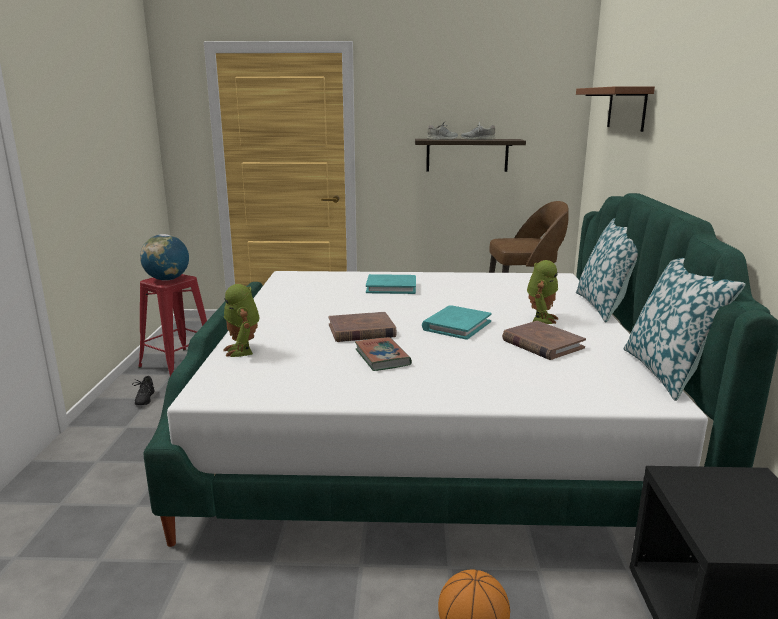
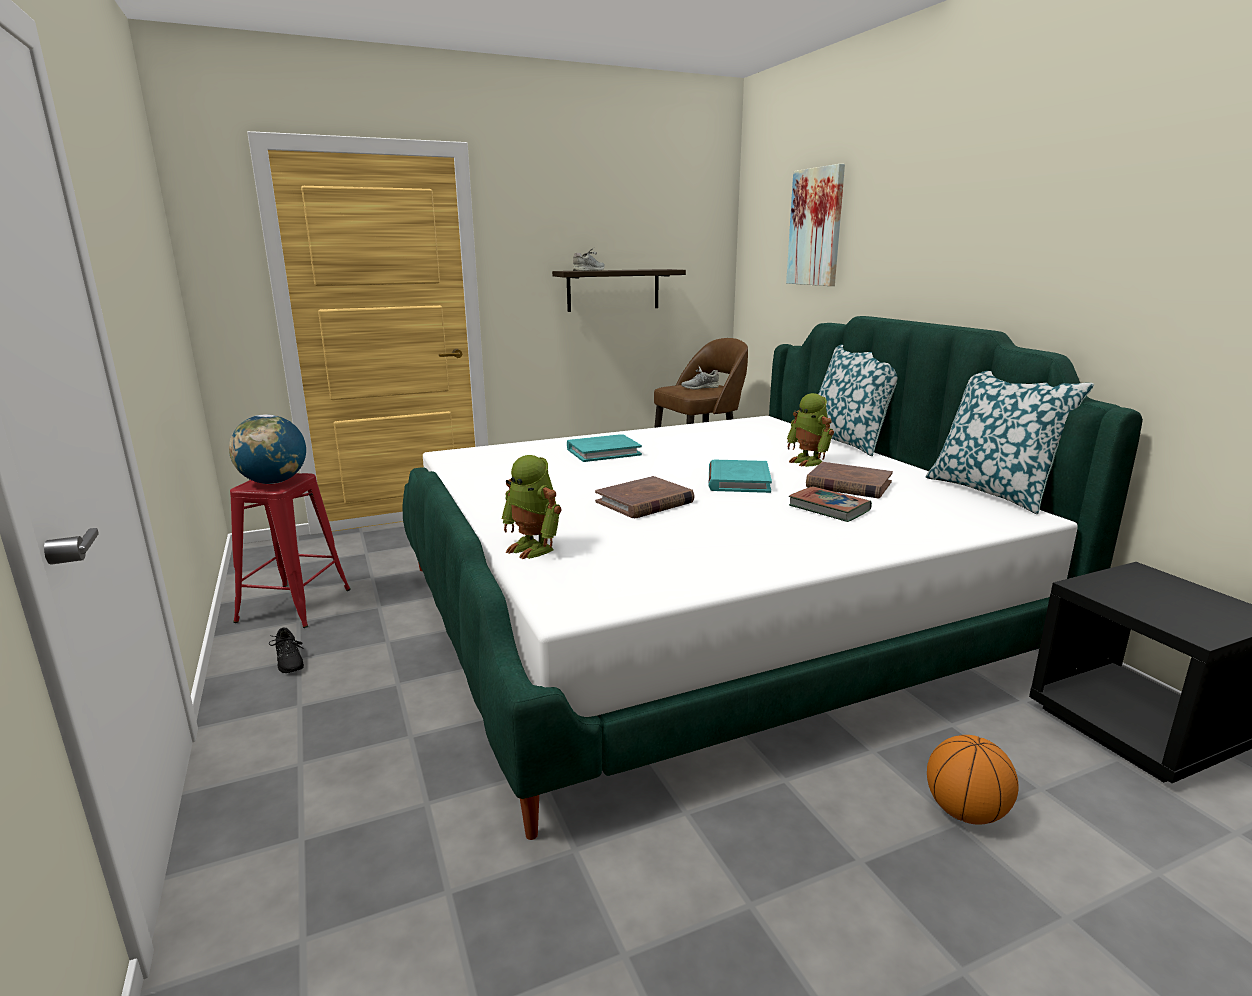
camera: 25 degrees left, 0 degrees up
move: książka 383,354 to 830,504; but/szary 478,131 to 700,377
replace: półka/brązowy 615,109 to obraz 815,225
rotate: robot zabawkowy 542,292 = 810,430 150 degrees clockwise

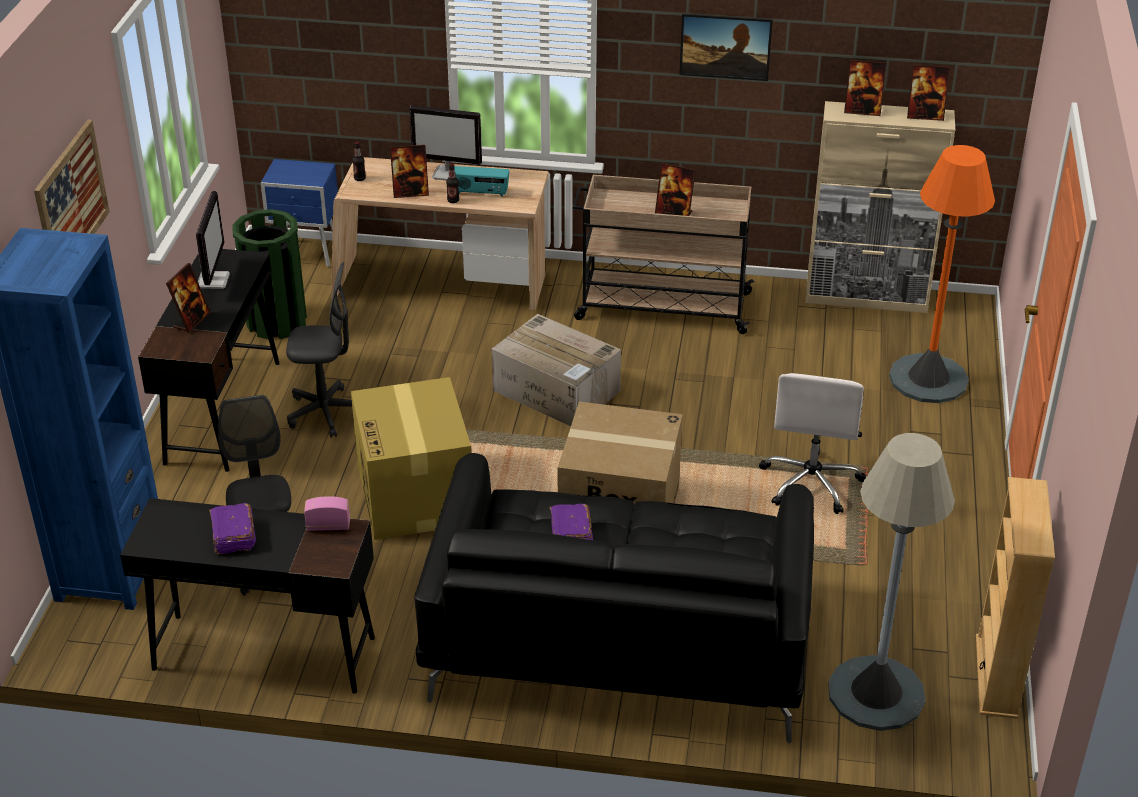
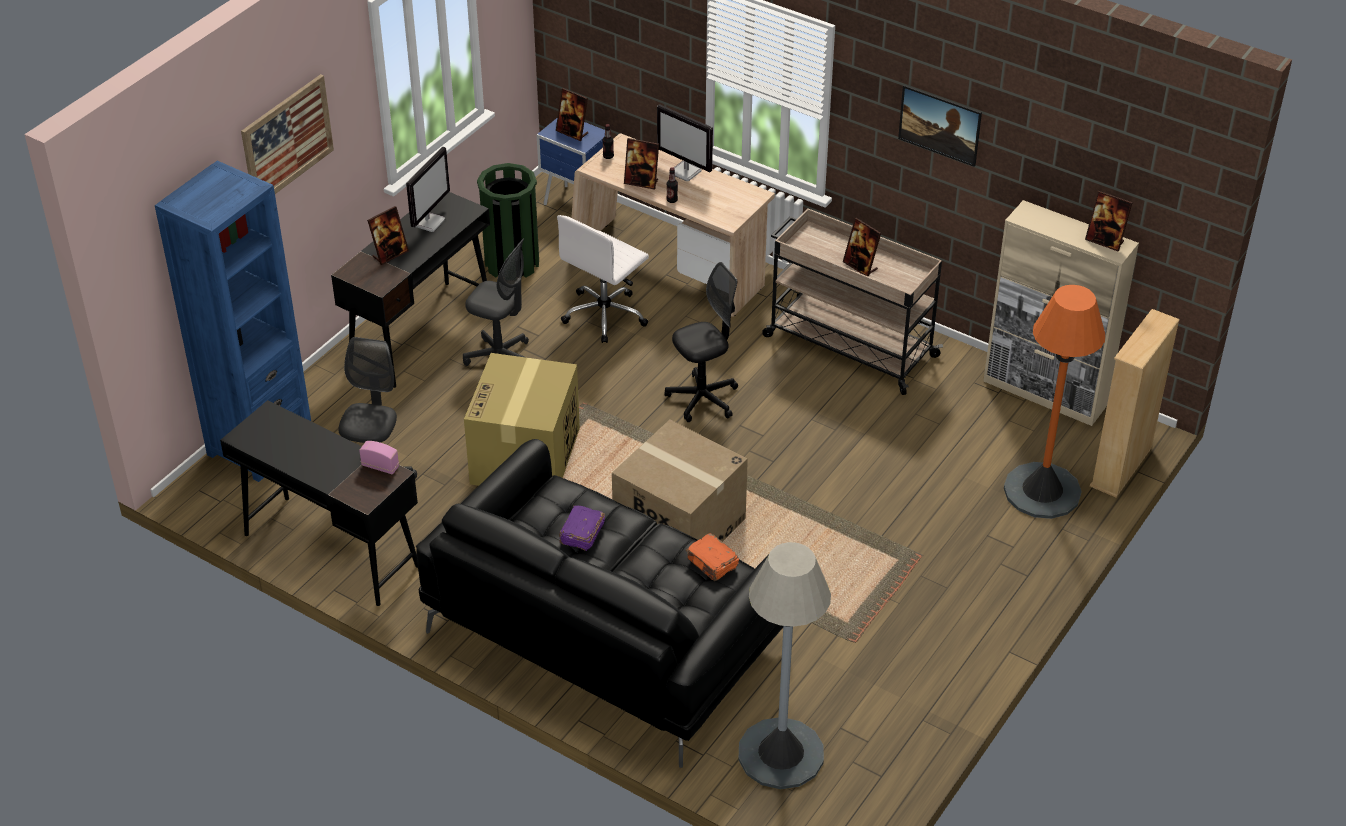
camera: 25 degrees right, 5 degrees up
delete: książka/fioletowy 232,529; radio 482,181
insert: książka/pomarańczowy 712,557
move: krzesło biurowe/biały 812,443 to 603,279; ramka na zdjęcie 865,88 to 572,114; regał/beżowy 1015,598 to 1135,403
replace: karton 556,370 to krzesło biurowe/czarny 701,342

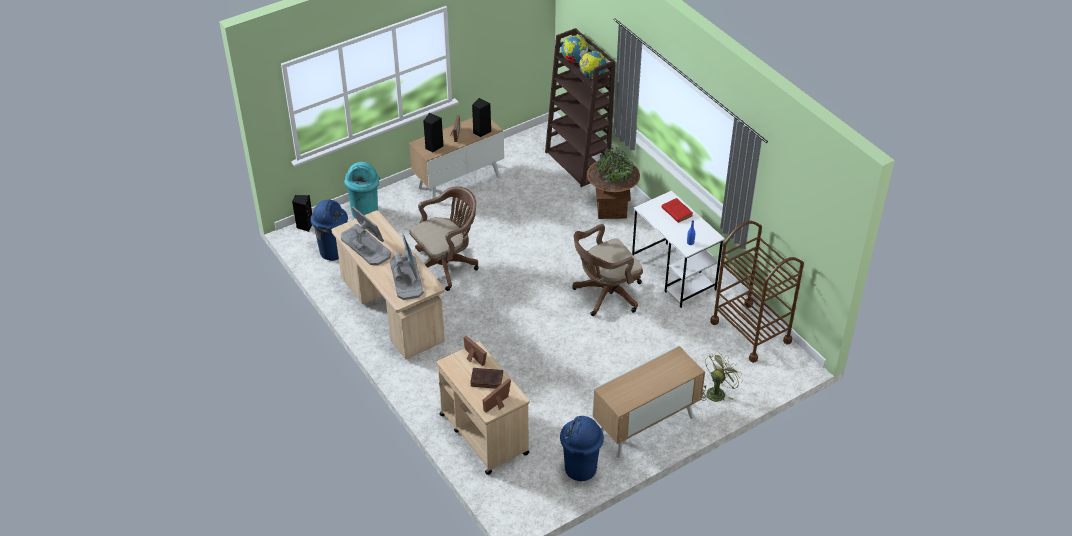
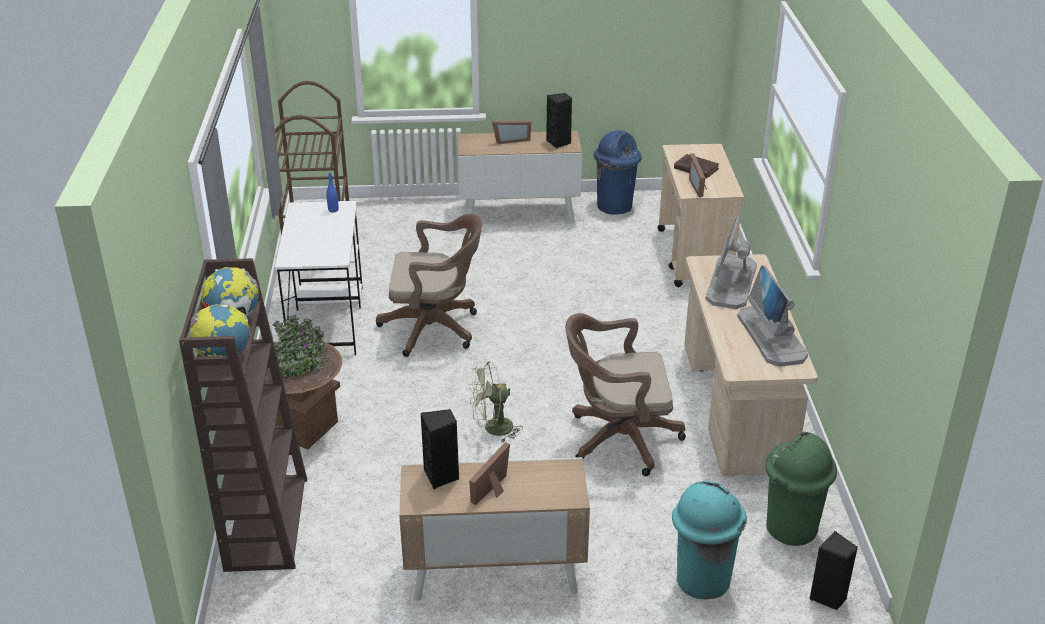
camera: 150 degrees left, 10 degrees down
delete: książka/czerwony 677,210
move: głośnik/czarny 433,133 to 559,120; ramka na zdjęcie 497,395 to 511,132; wentylator/zielony 722,377 to 496,401
recolor: kosz na śmieci/niebieski 329,230 to kosz na śmieci/zielony 801,489

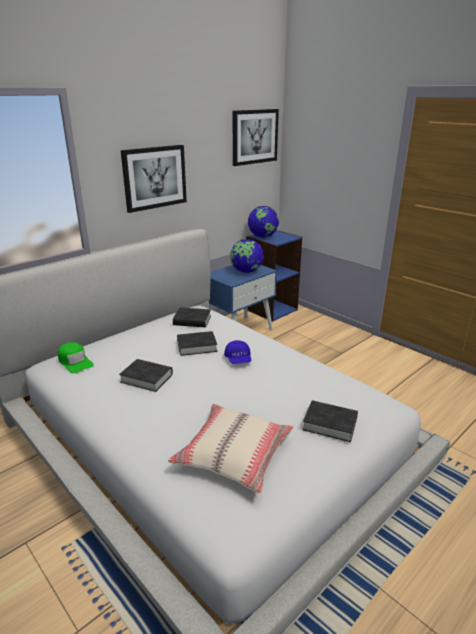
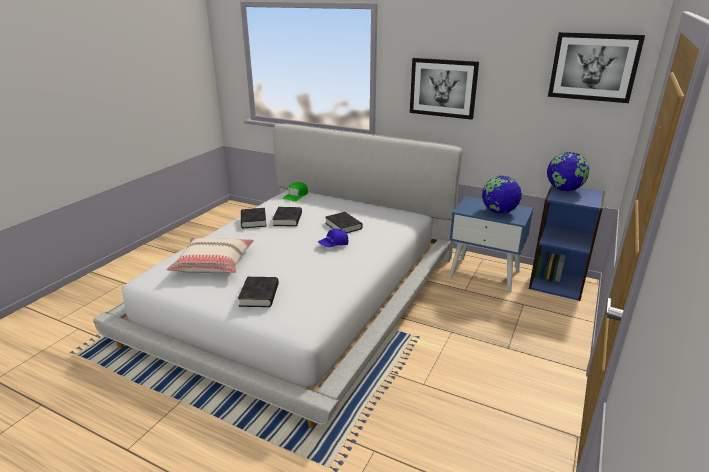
camera: 70 degrees right, 0 degrees up
move: książka/czarny 192,317 to 254,218

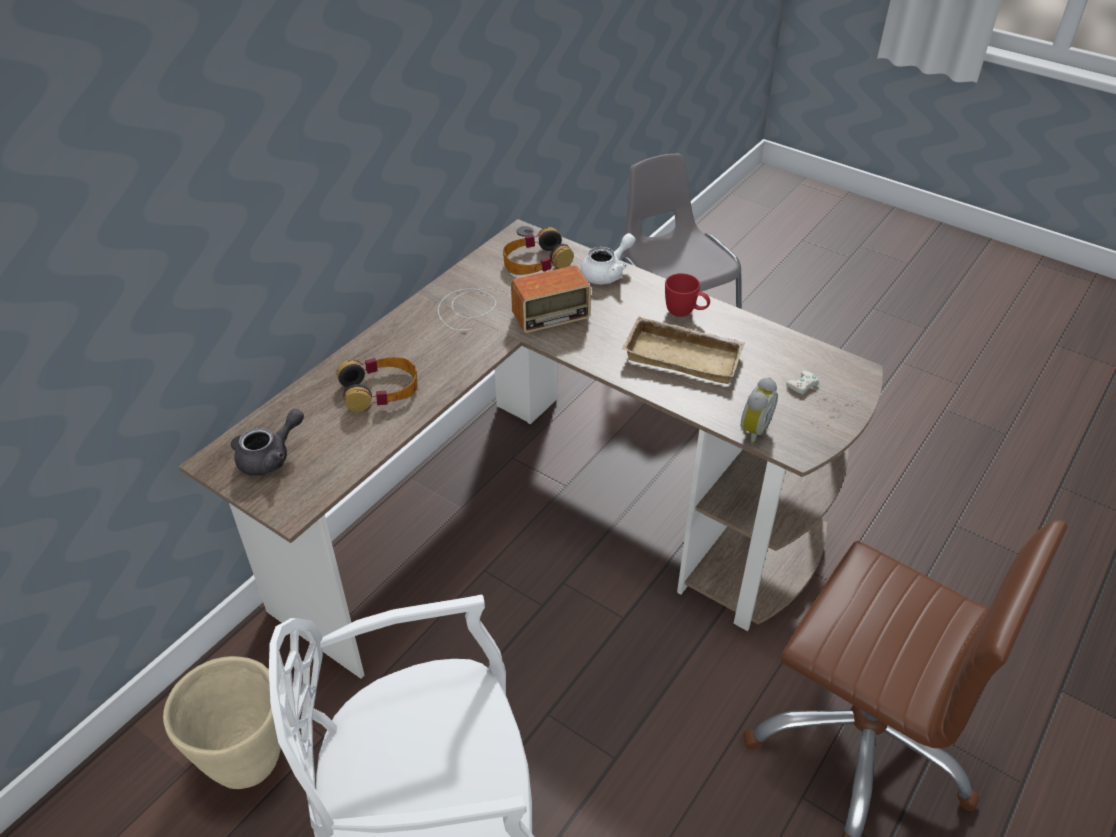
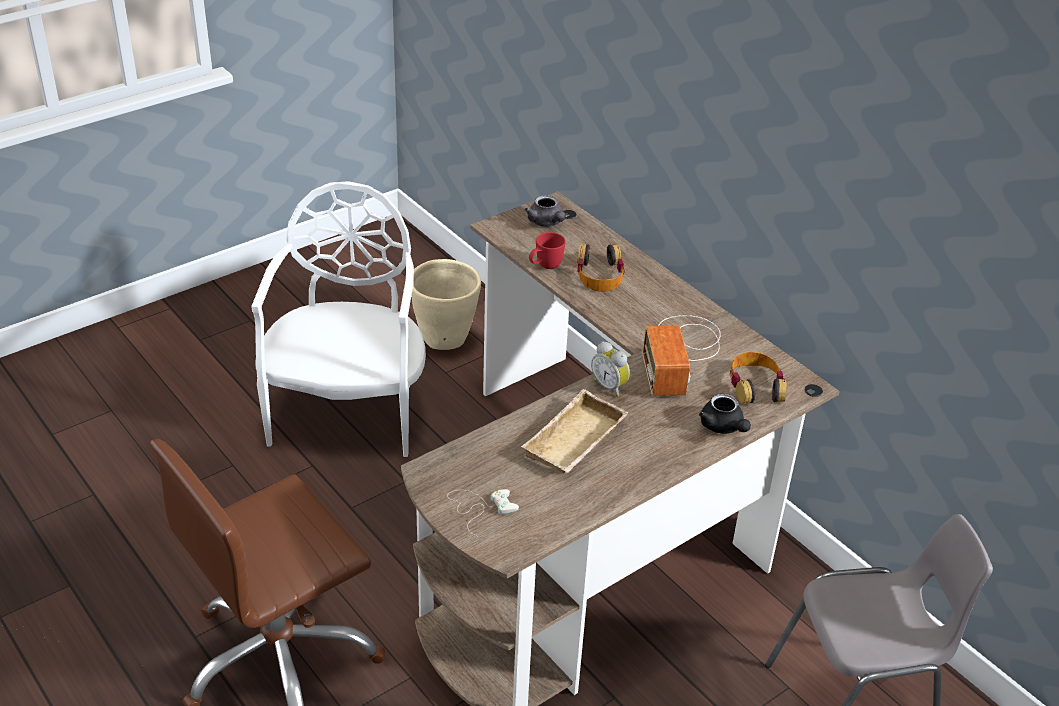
camera: 105 degrees right, 5 degrees down
move: kubek/czerwony 687,295 to 547,250; budzik 759,410 to 610,369
recolor: imbryk/biały 607,258 to imbryk/czarny 725,414

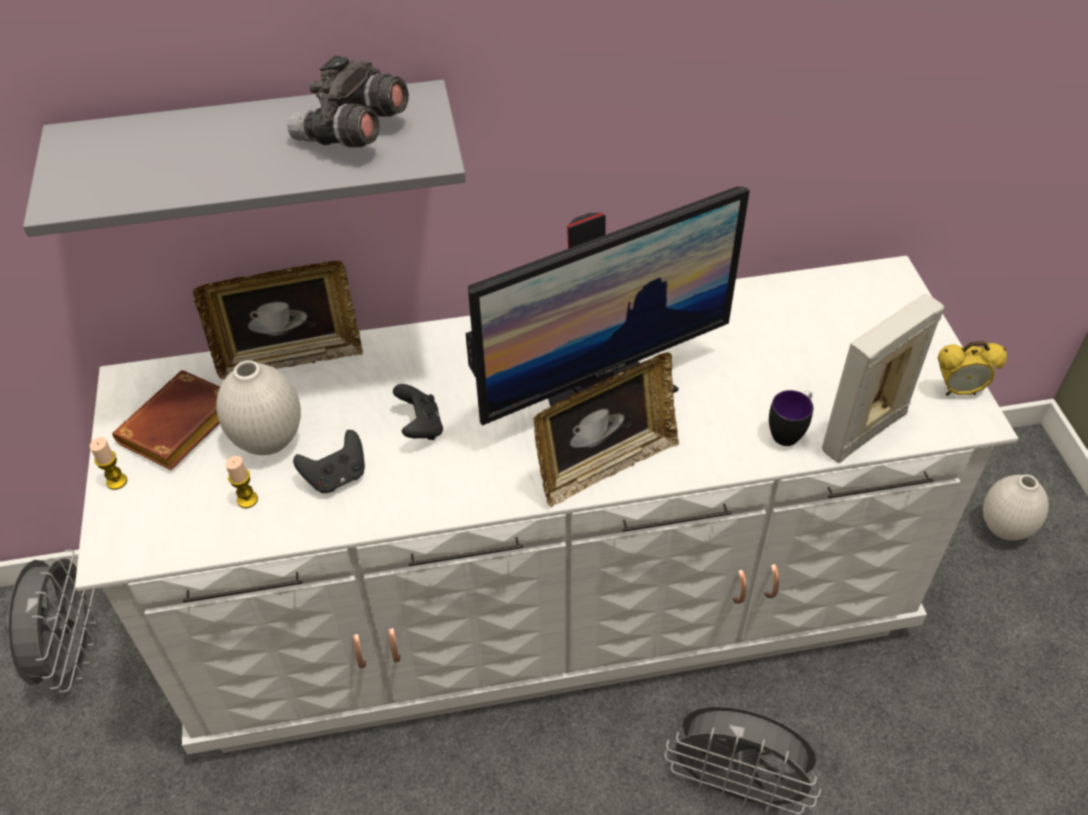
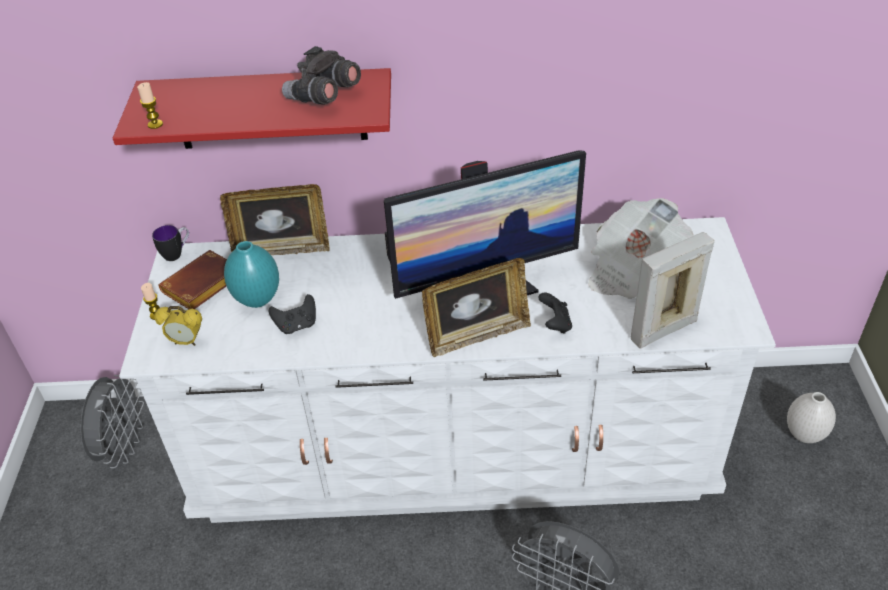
camera: 10 degrees right, 5 degrees down
insert: gazeta 641,248
move: świeca 241,482 to 150,105; pad do gier/czarny 418,412 to 555,313; kubek 791,418 to 170,243; budzik 972,368 to 178,326
recolor: półka/szary 244,158 to półka/czerwony 252,108; wazon/biały 258,407 to wazon/turkusowy 251,274

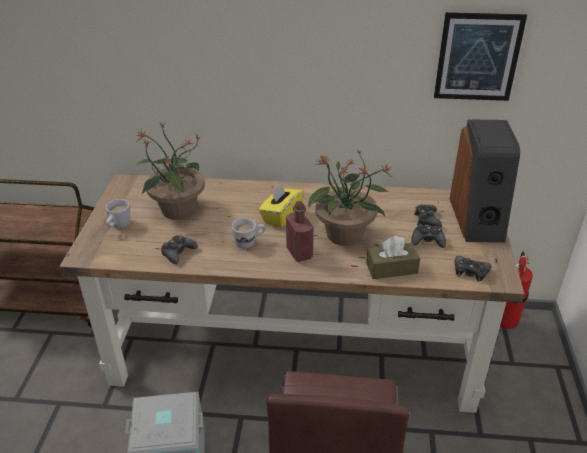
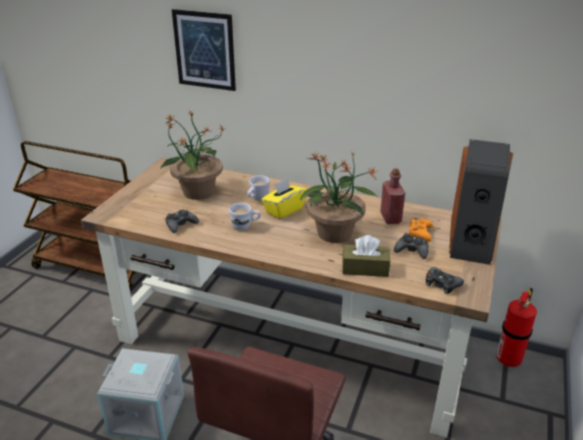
camera: 15 degrees right, 5 degrees down
move: kubek/biały 117,213 to 258,188; butelka/czerwony 300,231 to 392,196; obraz 480,56 to 204,50
recolor: pad do gier/czarny 428,216 to pad do gier/pomarańczowy 421,230

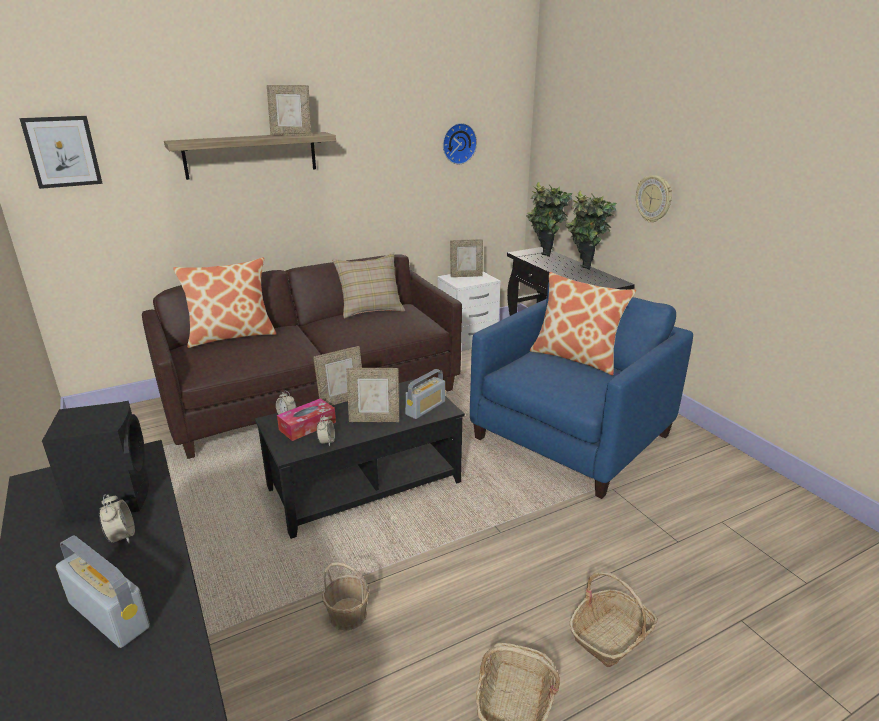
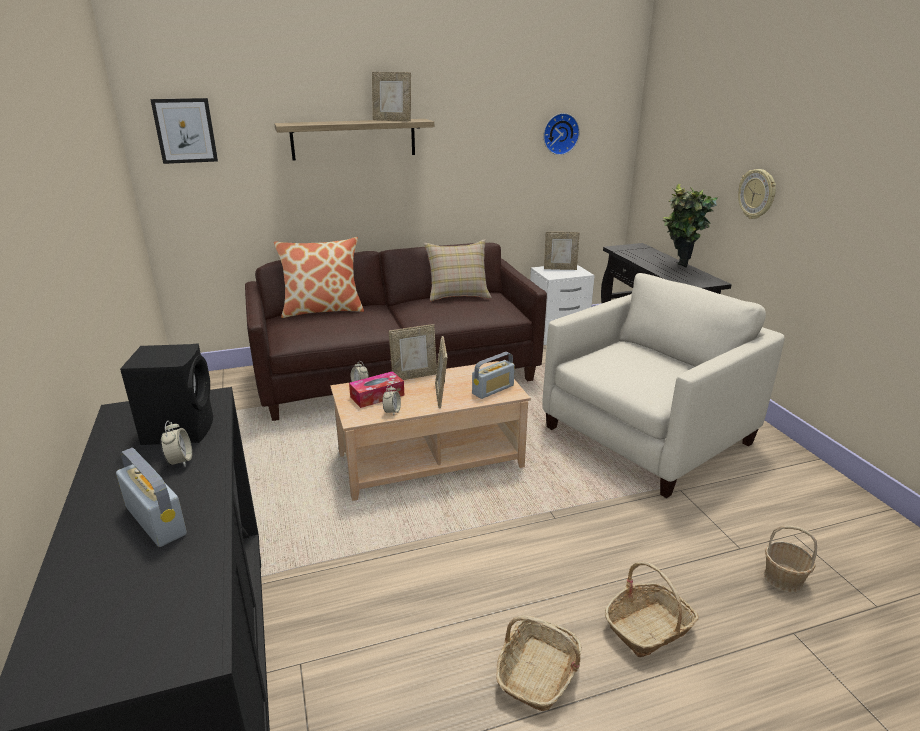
camera: 10 degrees right, 0 degrees up
delete: roślina doniczkowa 549,219; poduszka 583,323
move: koszyk 346,596 to 790,559
recolor: ława/czarny 360,459 to ława/beżowy 430,431; fotel/niebieski 581,391 to fotel/beżowy 663,385
rotate: ramka na zdjęcie 372,395 = 441,372 75 degrees clockwise

